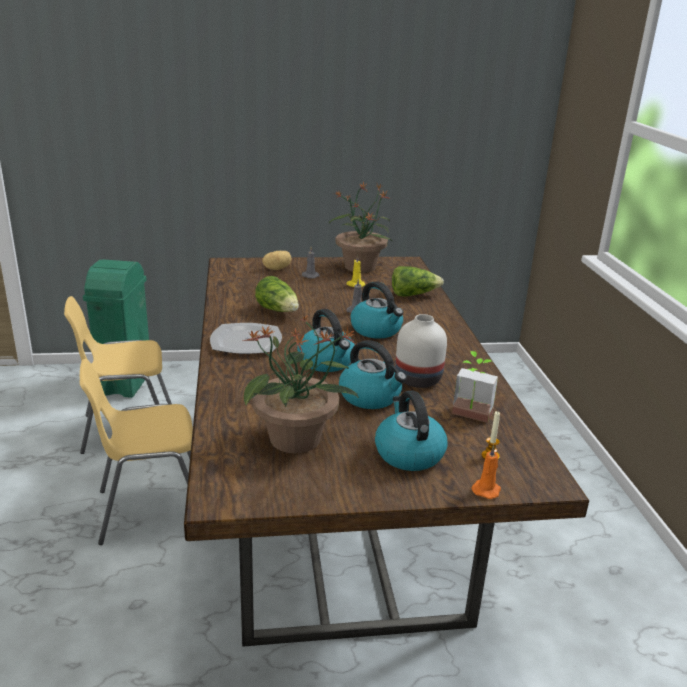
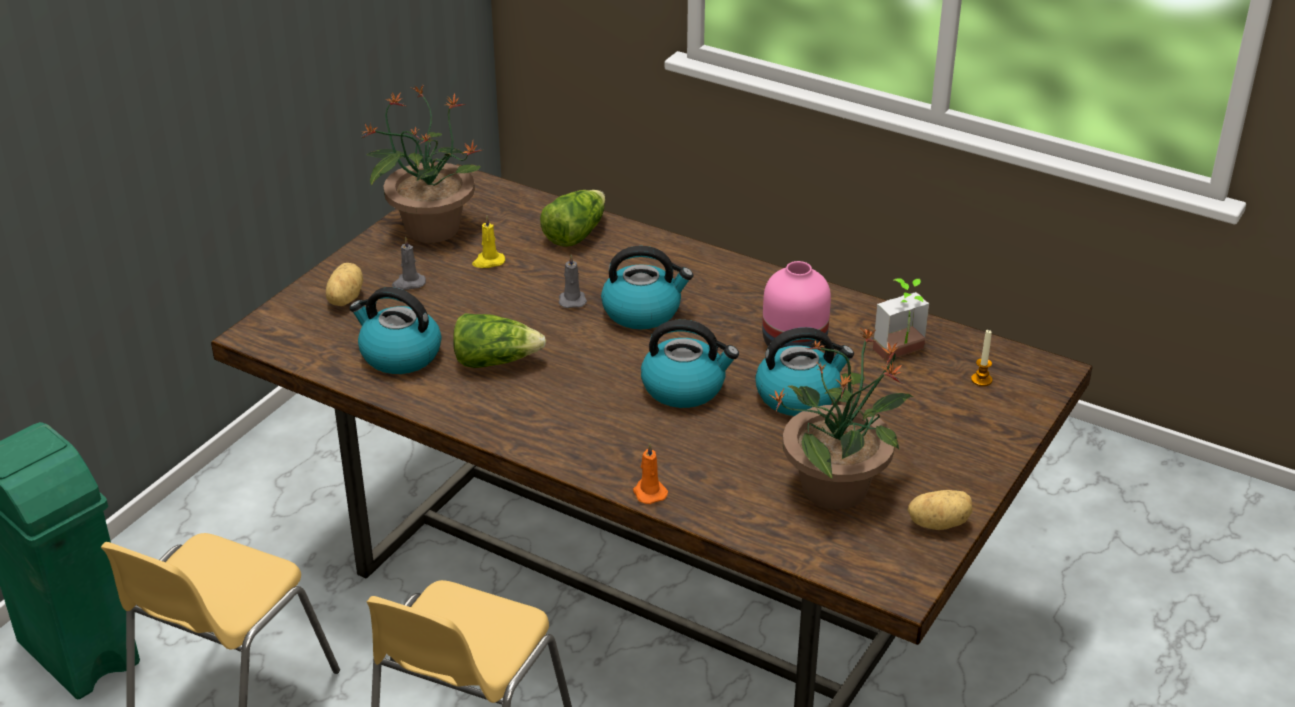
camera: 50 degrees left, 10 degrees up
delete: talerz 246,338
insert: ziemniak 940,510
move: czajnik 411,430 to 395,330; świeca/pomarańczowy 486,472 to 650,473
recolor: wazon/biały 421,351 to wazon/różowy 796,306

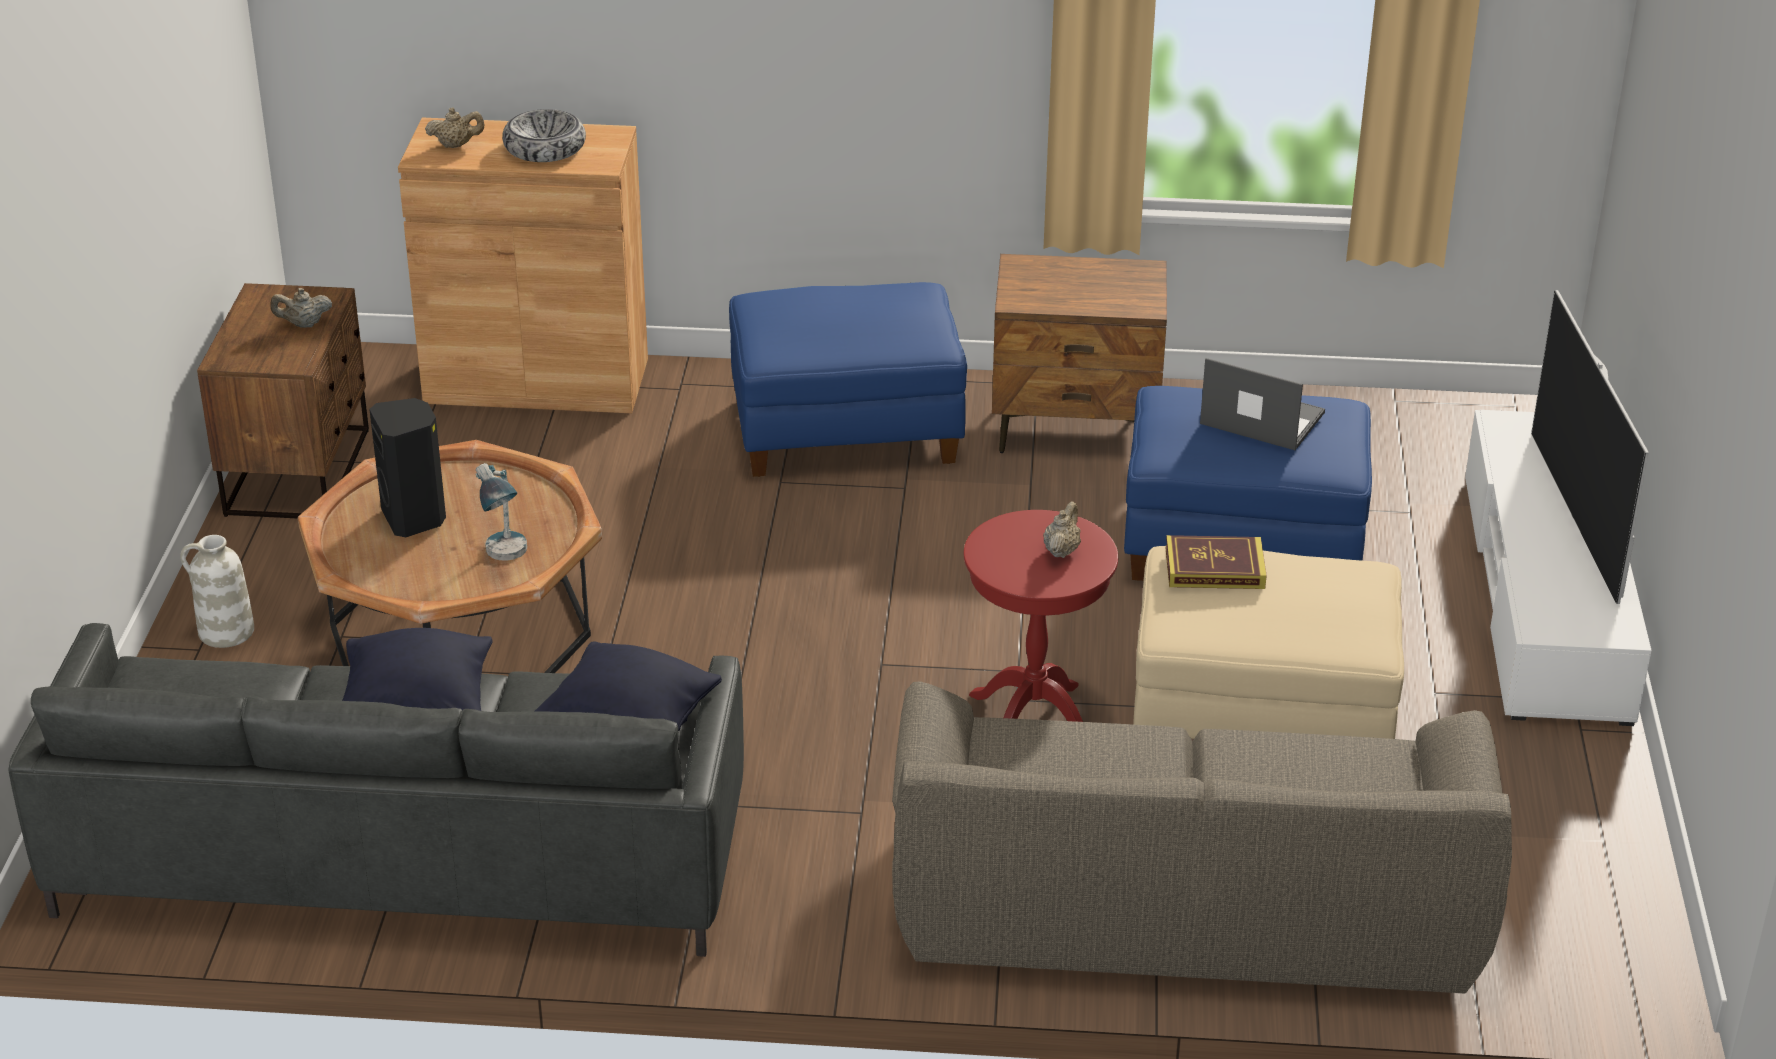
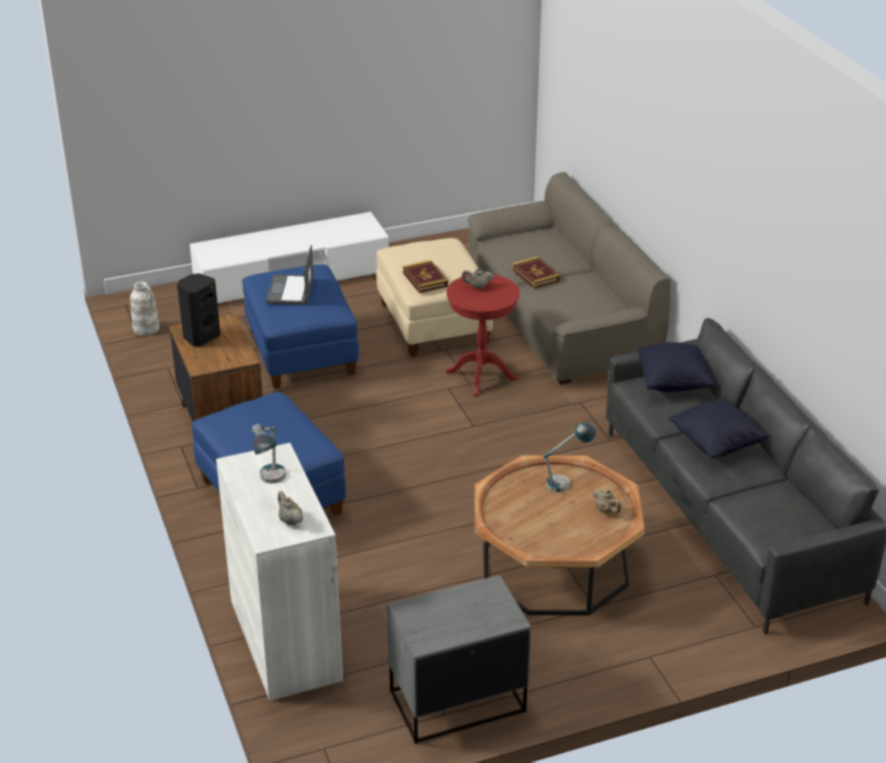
camera: 115 degrees left, 0 degrees up
delete: telewizor 1590,447
insert: książka 536,272
move: wazon/biały 217,591 to 144,309; imbryk/beżowy 301,308 to 607,501; głośnik/czarny 407,467 to 198,309
replace: miska 544,135 to lampa stołowa 269,454
recolor: szafka nocna/brązowy 283,401 to szafka nocna/szary 459,659; szafka/brązowy 523,265 to szafka/biały 279,572

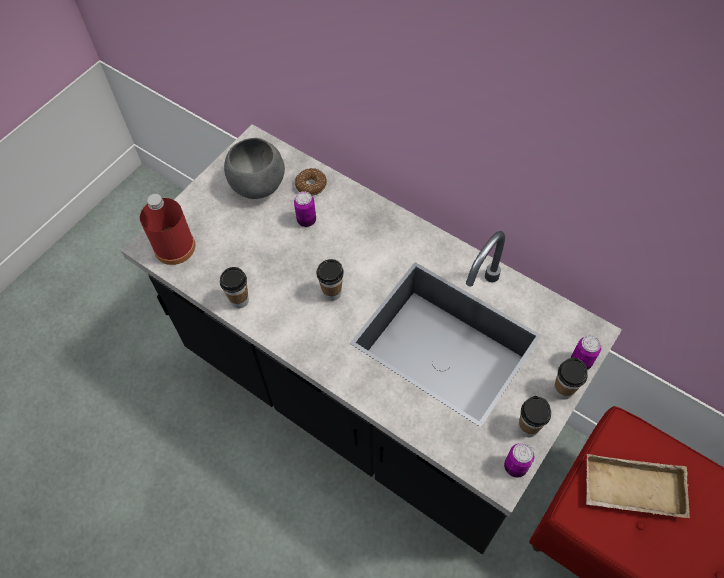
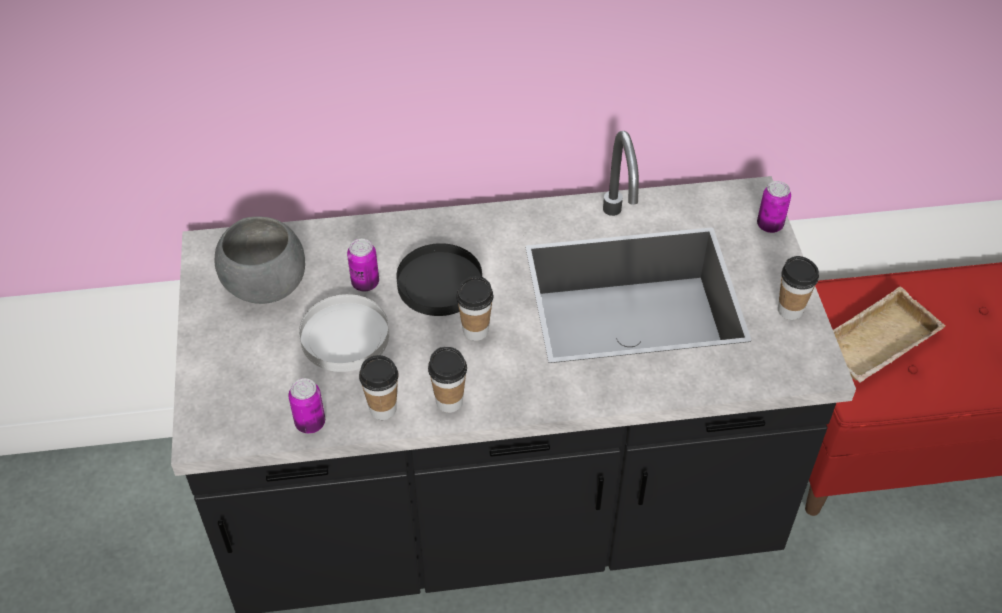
camera: 45 degrees left, 10 degrees down
delete: butelka/czerwony 167,229; donut 311,182
insert: talerz/biały 344,333; talerz/czarny 439,279
move: puszka 519,460 to 306,406; filiżanka 570,379 to 447,380

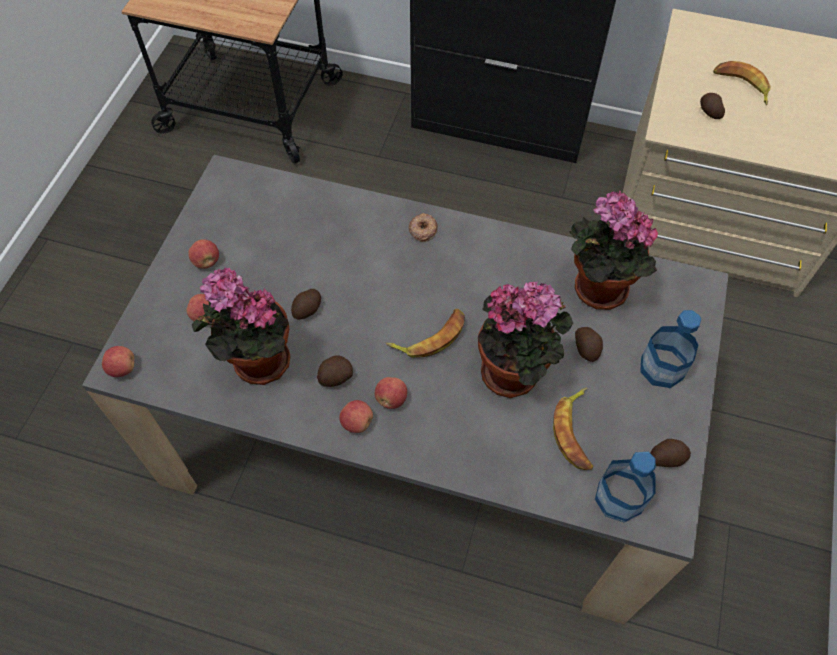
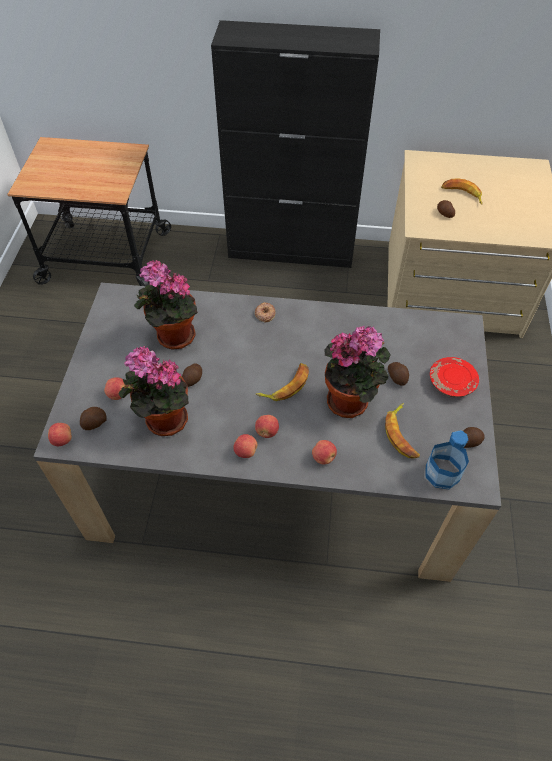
camera: 10 degrees left, 5 degrees down
move: jabłko 203,254 to 324,452; ziemniak 335,371 to 93,418; roślina doniczkowa 613,250 to 166,305
replace: butelka 670,349 to talerz/czerwony 454,377

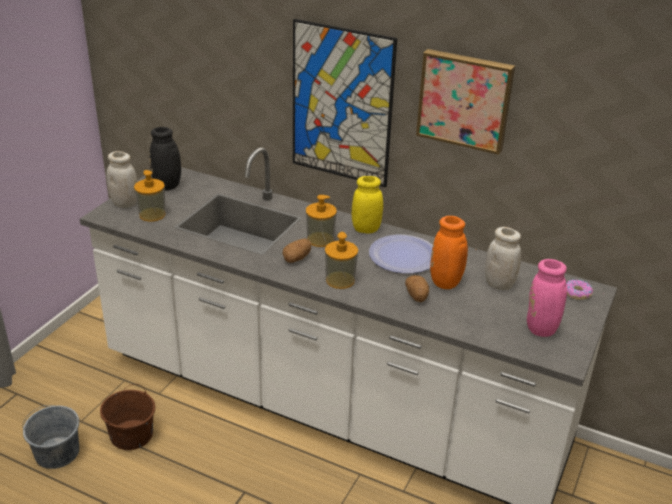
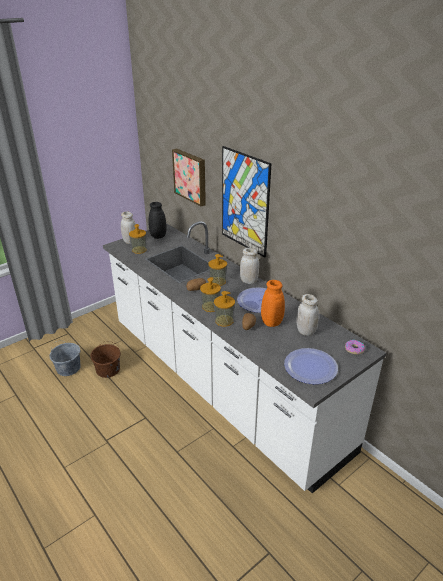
camera: 25 degrees right, 0 degrees up
insert: dozownik mydła 224,309
move: obraz 465,102 to 189,177
replace: wazon/różowy 565,298 to talerz 311,366
recolor: słoik/żółty 367,205 to słoik/biały 249,266

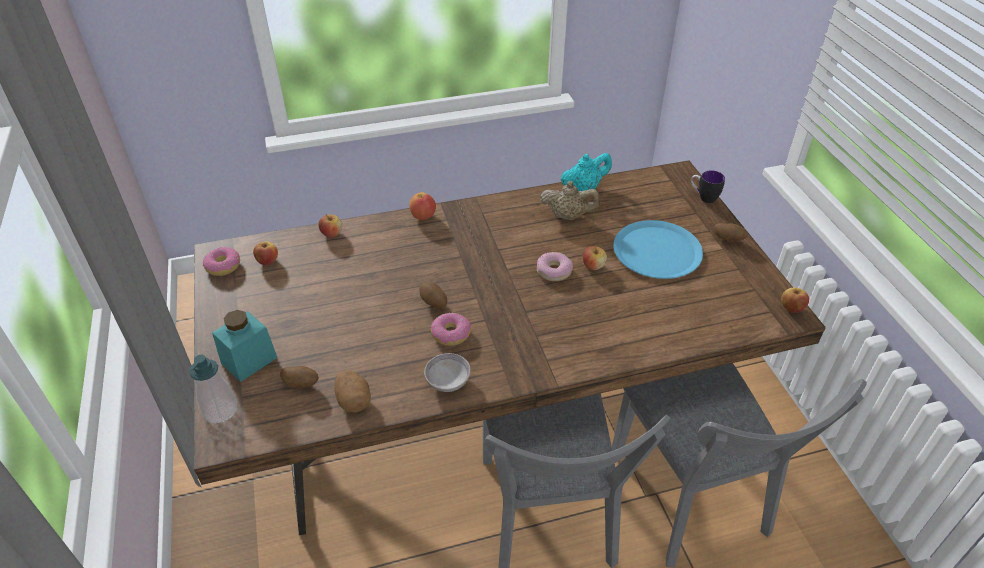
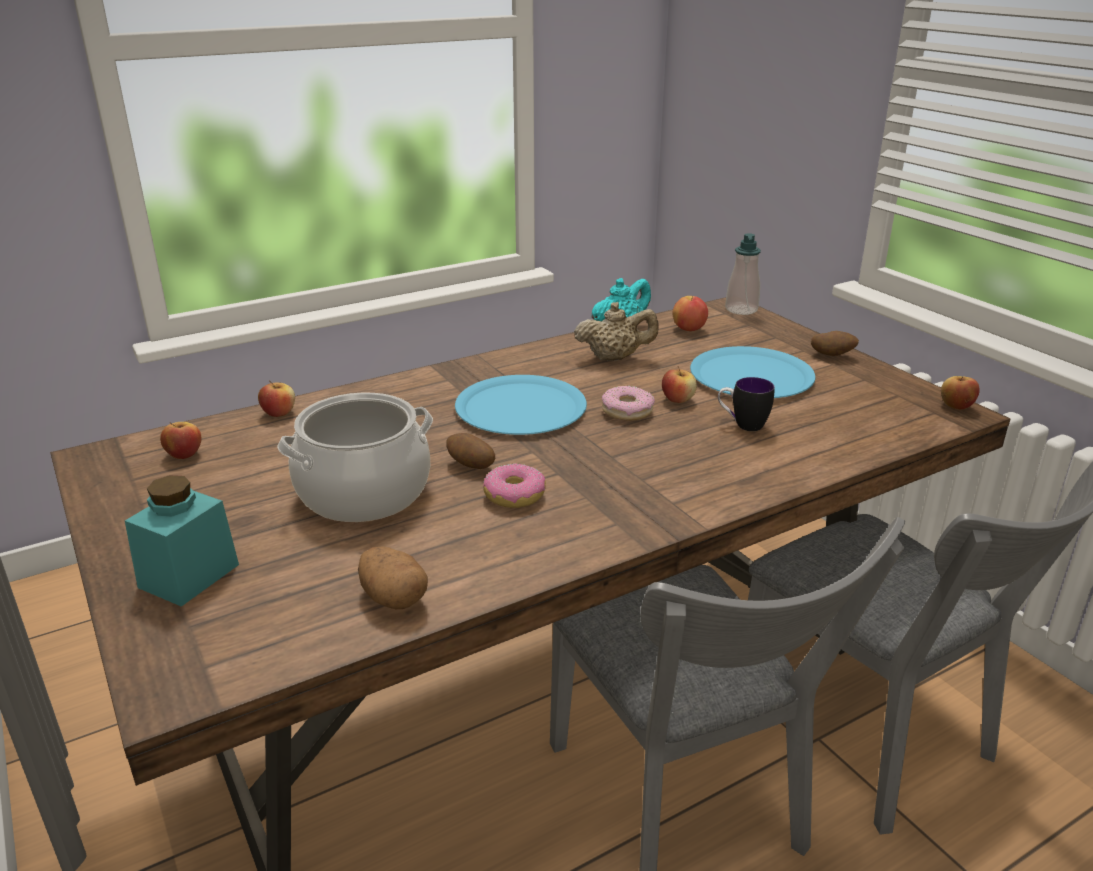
camera: 15 degrees left, 15 degrees down
delete: donut 221,261; ziemniak 299,377; miska/szary 447,372
insert: garnek 355,457; talerz/niebieski 521,405
move: dozownik mydła 213,389 to 743,274; jabłko 422,206 to 690,313; kubek 708,186 to 746,404

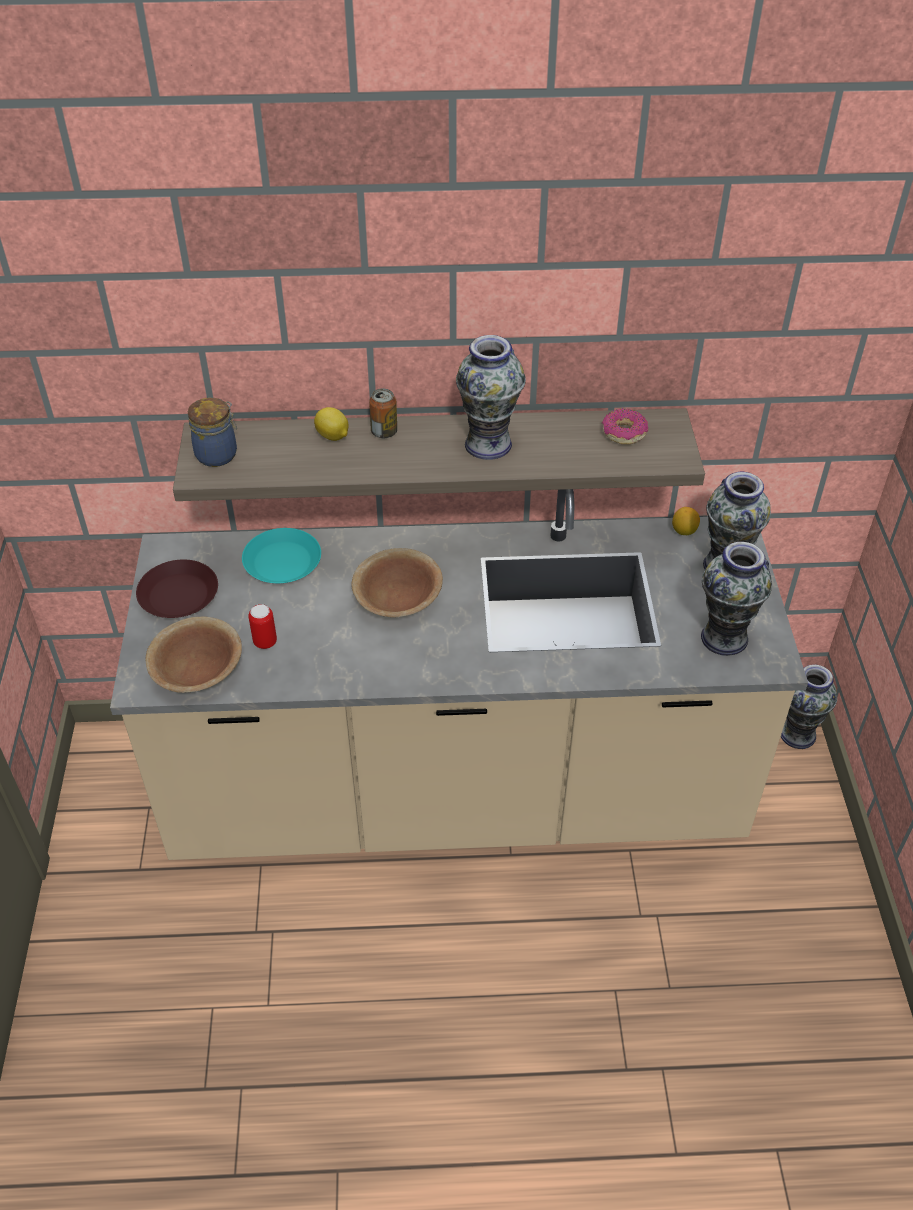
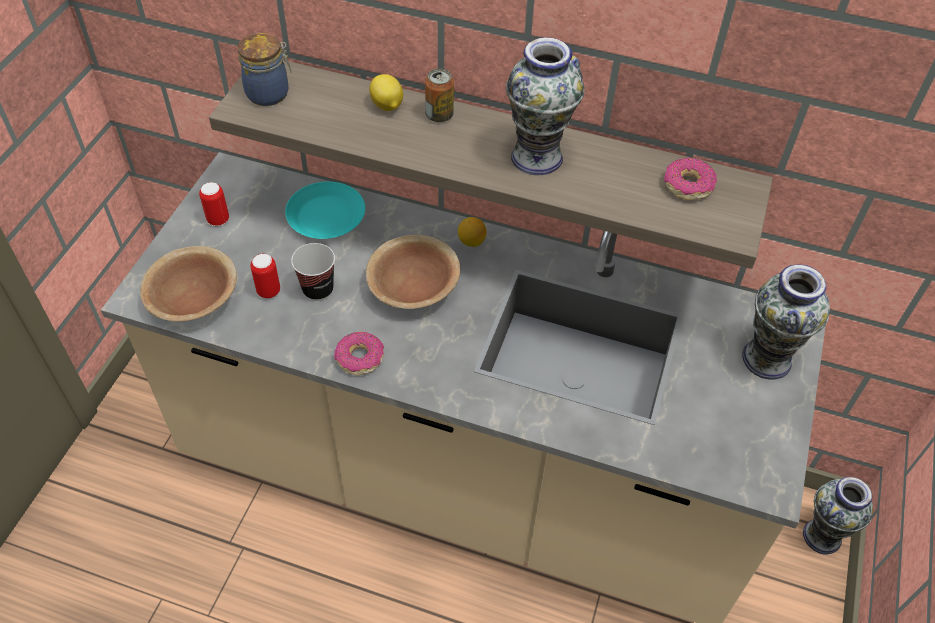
camera: 20 degrees right, 5 degrees up
delete: wazon 736,599
insert: filiżanka 313,272; donut 359,353
move: cytryna 686,521 to 472,232
replace: talerz/brązowy 177,589 to puszka 214,204

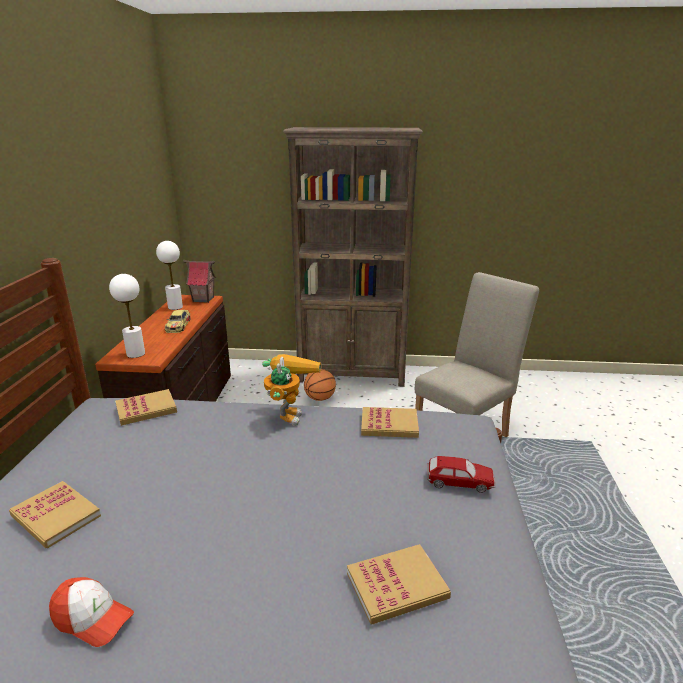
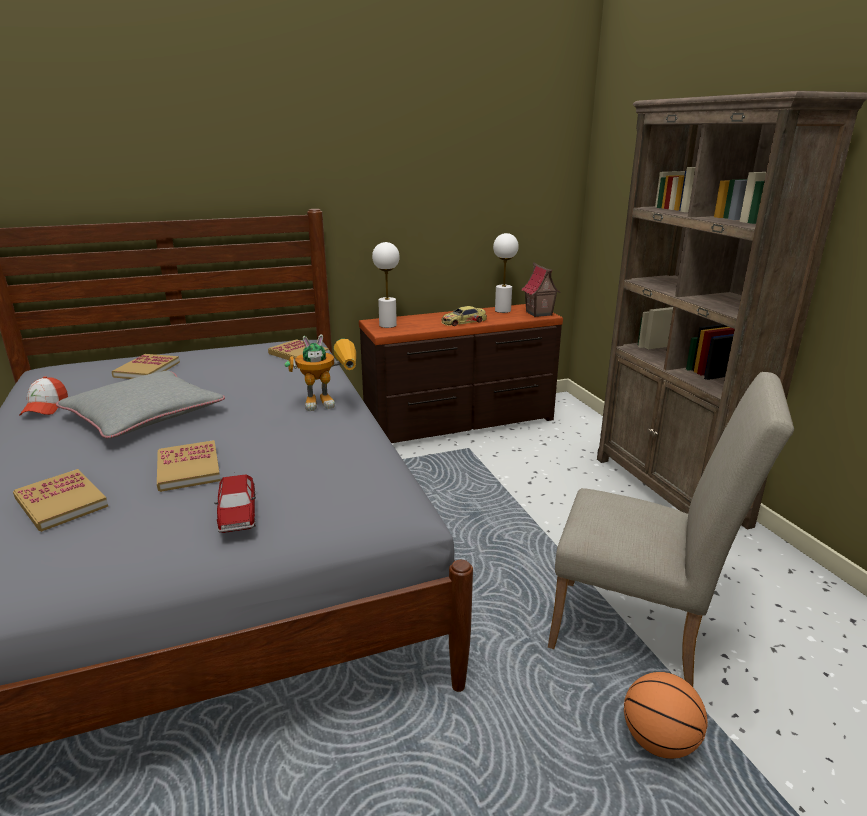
camera: 65 degrees right, 0 degrees up
insert: poduszka/szary 140,404
move: piłka do koszykówki 320,385 to 666,715; książka 390,422 to 189,466

